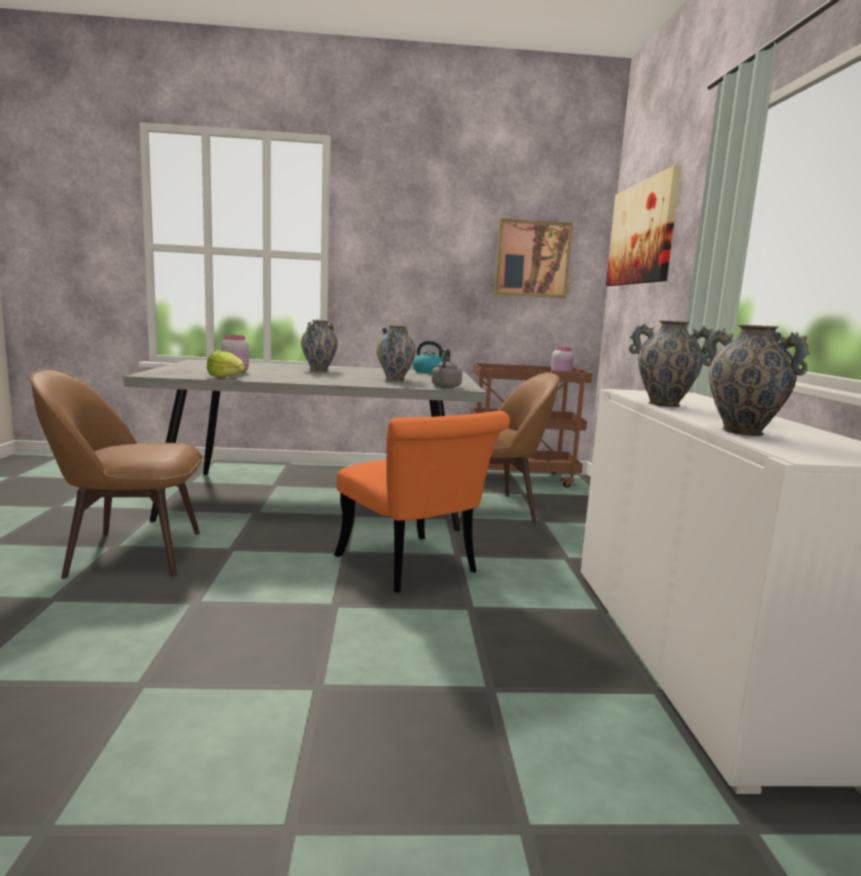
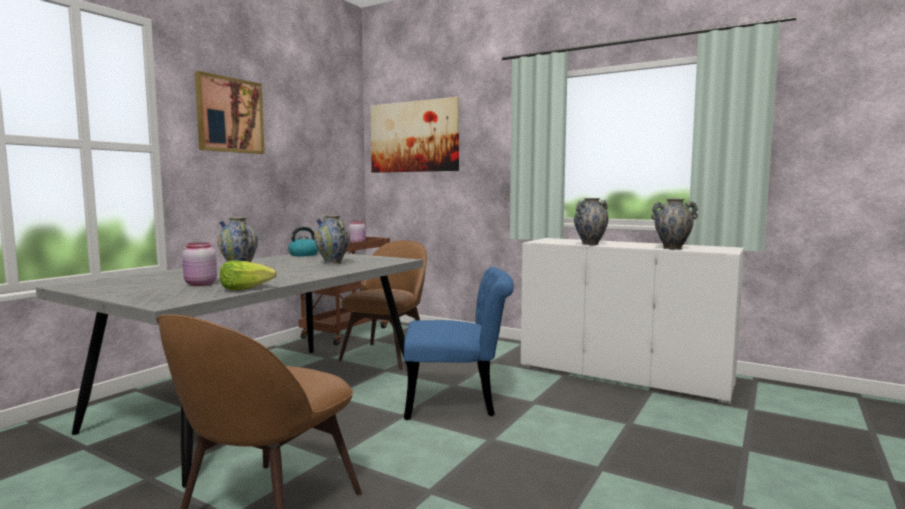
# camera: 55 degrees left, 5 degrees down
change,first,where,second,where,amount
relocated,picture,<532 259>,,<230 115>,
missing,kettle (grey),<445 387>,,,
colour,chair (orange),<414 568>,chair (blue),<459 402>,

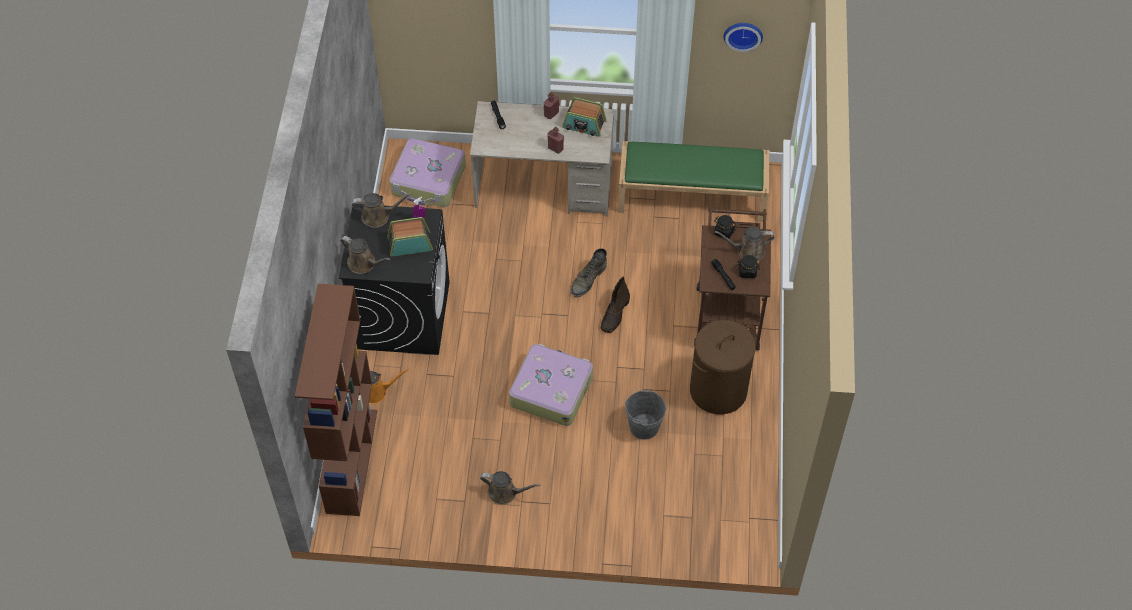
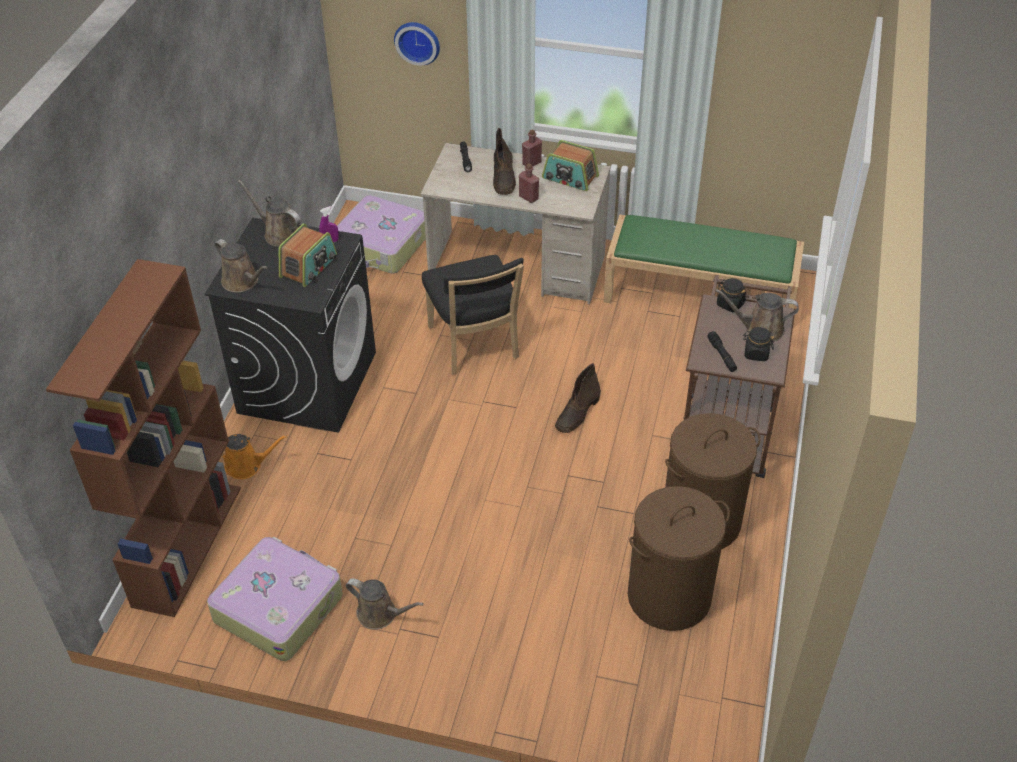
# camera: 10 degrees right, 10 degrees down
change,first,where,second,where,amount
relocated,wall clock,<743 34>,,<418 41>,
spun,watering can (brown),<378 216>,,<279 234>,150 degrees counterclockwise
spun,radio,<410 244>,,<309 267>,120 degrees clockwise
missing,boot (green),<588 279>,,,
relocated,suitcase,<551 390>,,<278 606>,
missing,bucket (grey),<644 426>,,,
appeared,,,boot (brown),<504 178>,
appeared,,,chair (black),<475 345>,
appeared,,,laundry basket (brown),<669 597>,

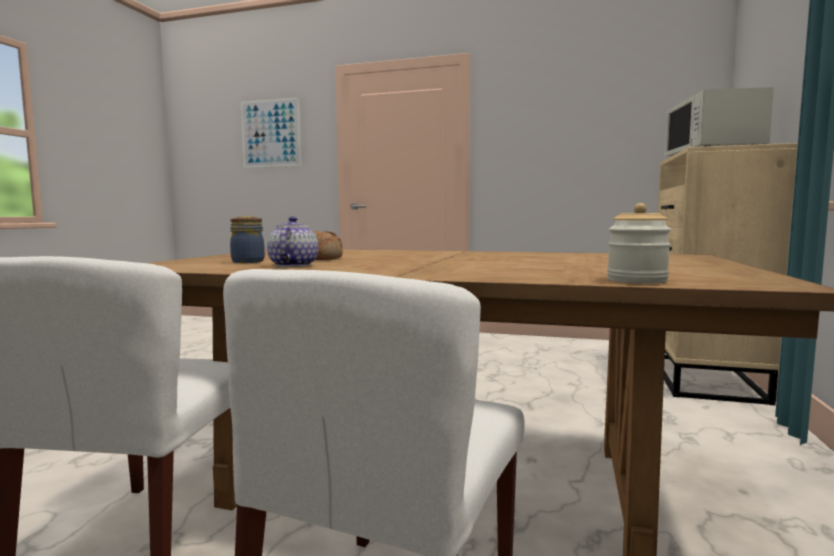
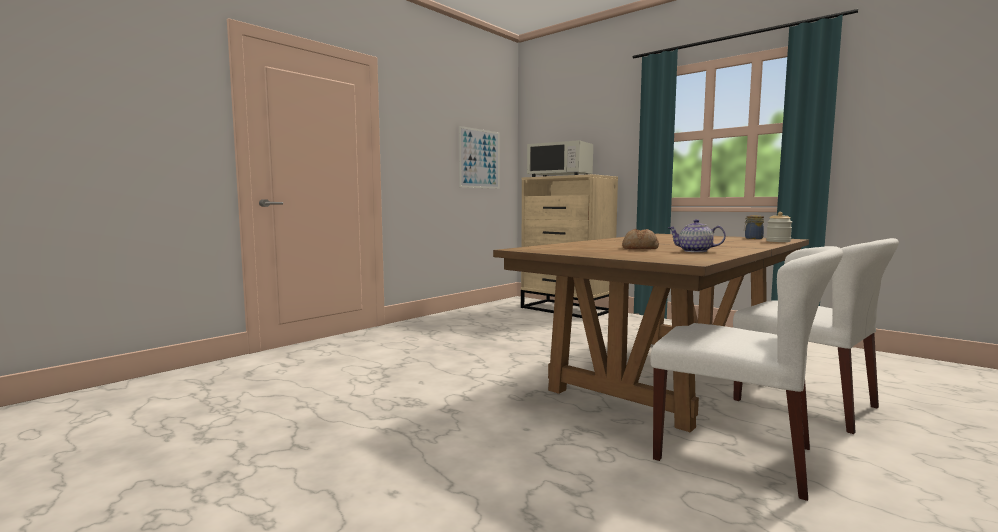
# camera: 65 degrees left, 0 degrees up
change,first,where,second,where,amount
relocated,picture,<271 133>,,<479 158>,
relocated,jar,<247 261>,,<752 238>,

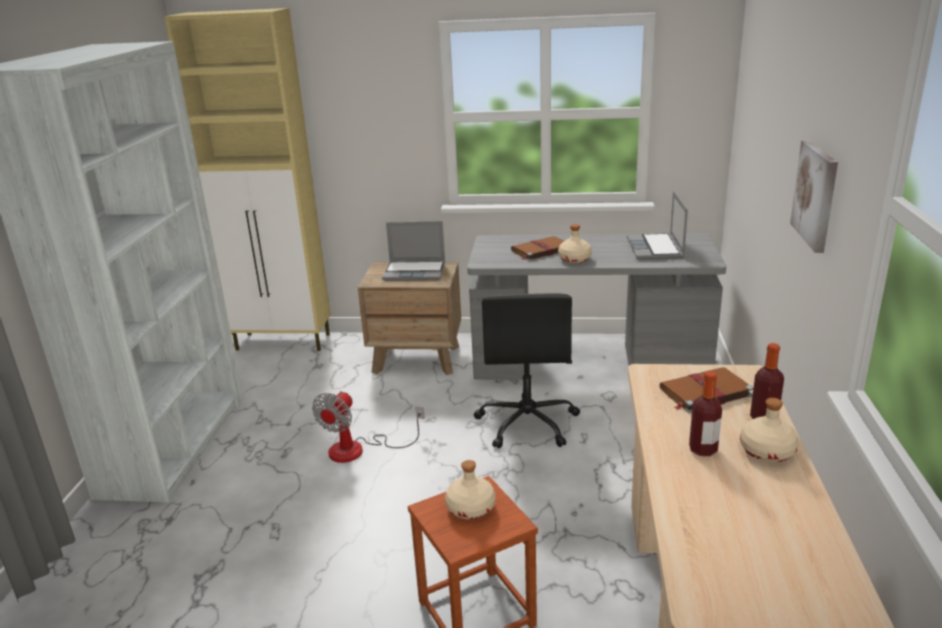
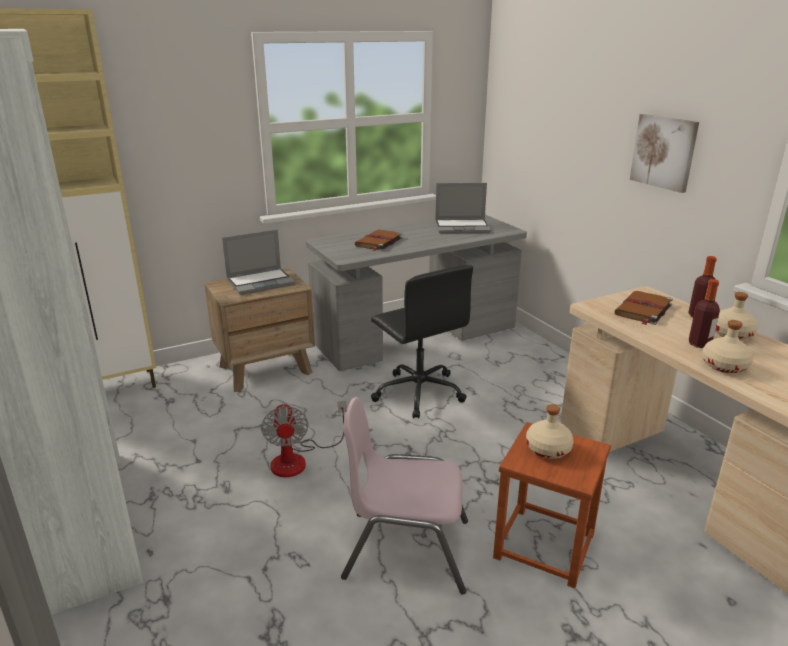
# camera: 35 degrees left, 0 degrees up
change,first,where,second,where,amount
spun,laptop,<656 248>,,<462 227>,60 degrees counterclockwise
relocated,bottle (beige),<574 259>,,<724 366>,
appeared,,,chair (pink),<406 549>,

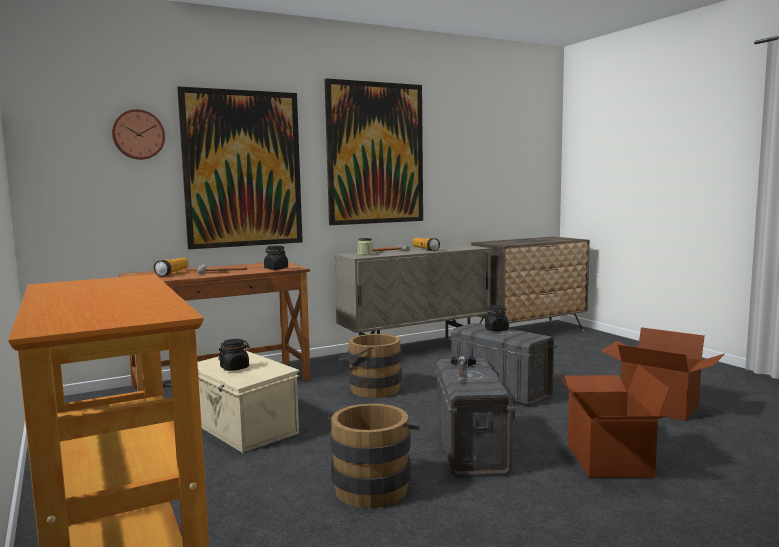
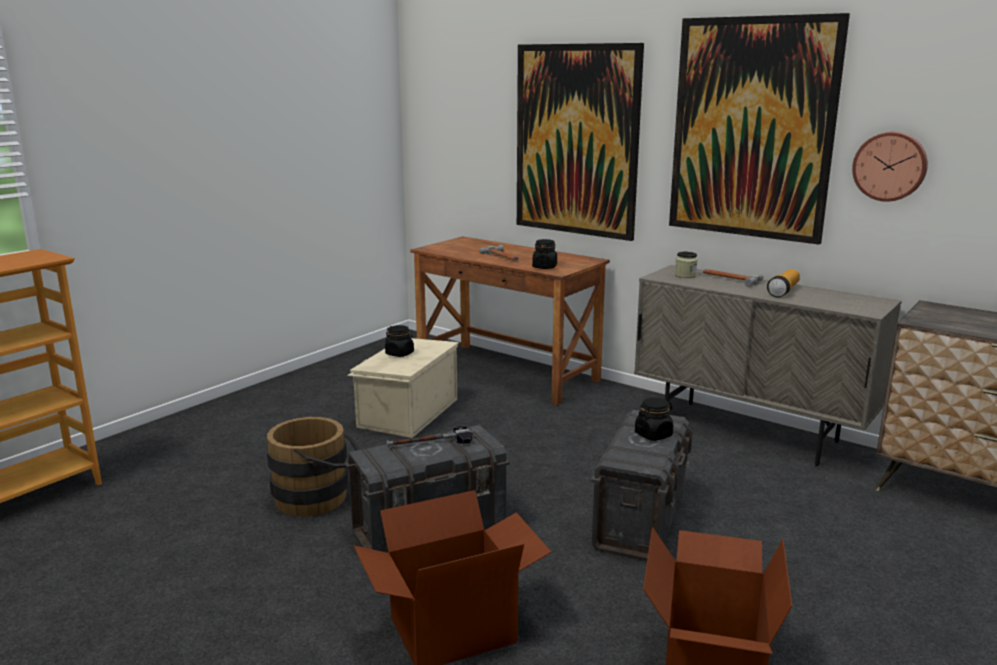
# camera: 65 degrees right, 10 degrees up
change,first,where,second,where,amount
relocated,wall clock,<138 134>,,<890 166>,
missing,flashlight,<172 273>,,,
missing,bucket (brown),<370 389>,,,

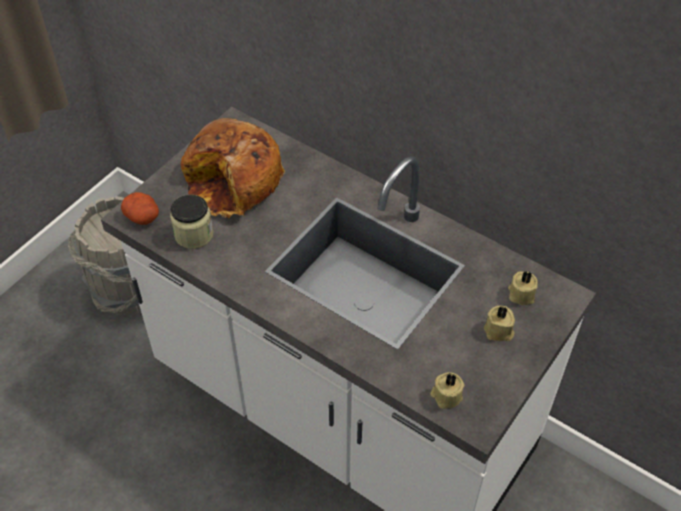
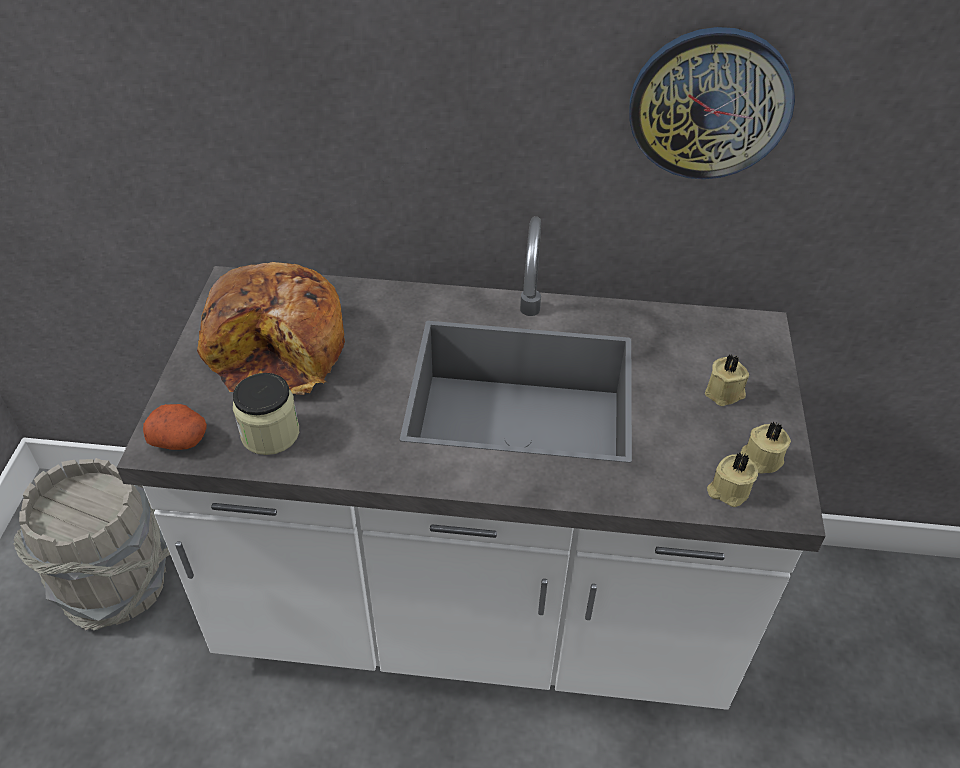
# camera: 30 degrees left, 5 degrees down
change,first,where,second,where,amount
relocated,candle (beige),<521 294>,,<761 459>,
appeared,,,wall clock,<709 104>,

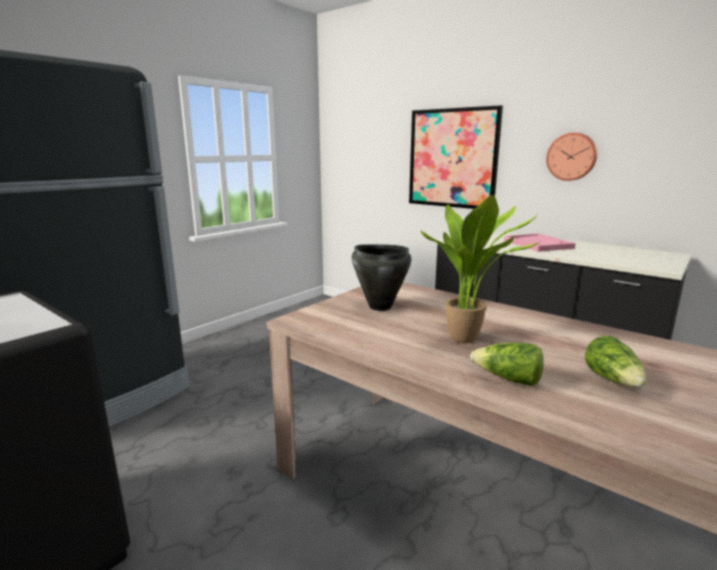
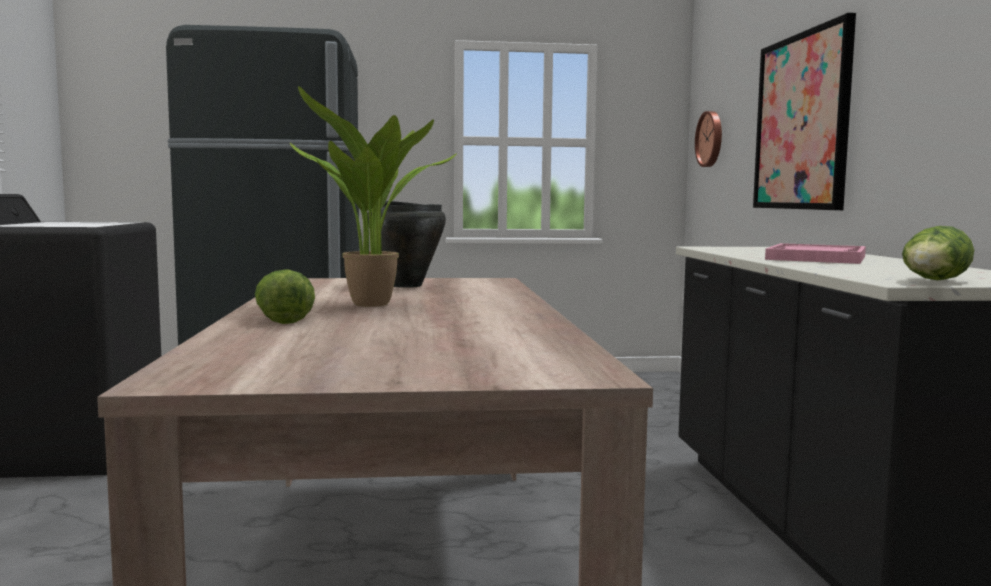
# camera: 45 degrees right, 10 degrees down
change,first,where,second,where,amount
relocated,wall clock,<571 156>,,<711 139>,
relocated,lettuce,<613 381>,,<934 281>,

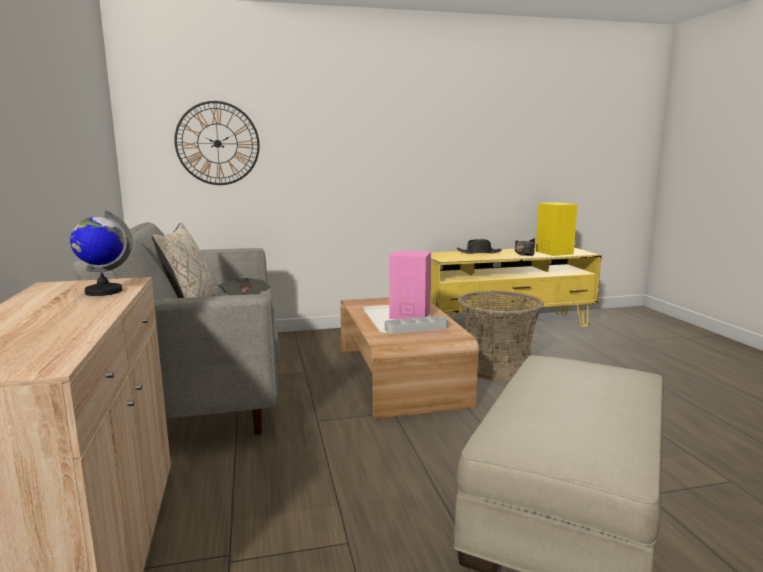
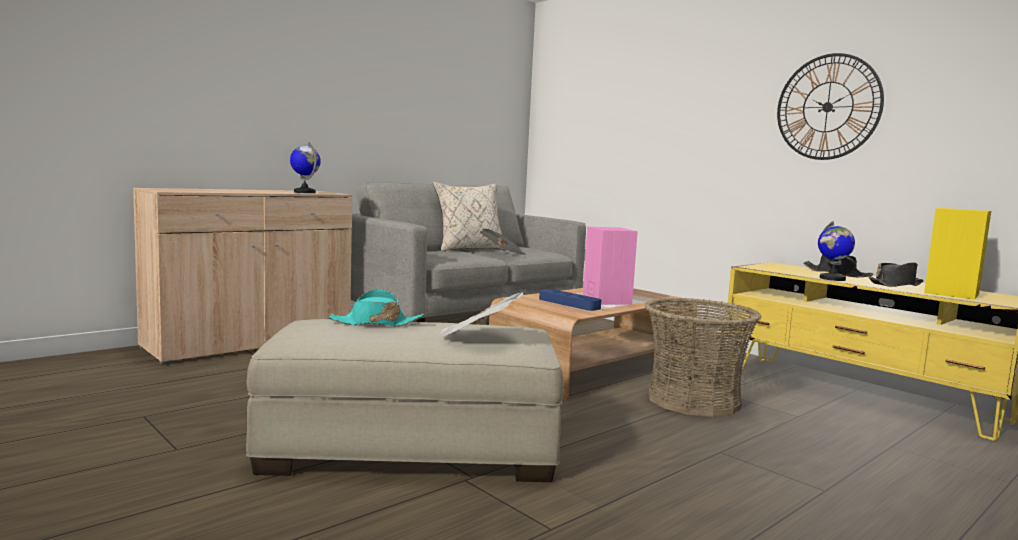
# camera: 60 degrees right, 5 degrees down
change,first,where,second,where,amount
relocated,wall clock,<217 143>,,<827 107>,
colour,tray (grey),<416 328>,tray (blue),<569 303>,
appeared,,,globe,<832 279>,
appeared,,,hat (turquoise),<375 323>,
appeared,,,newspaper,<477 337>,

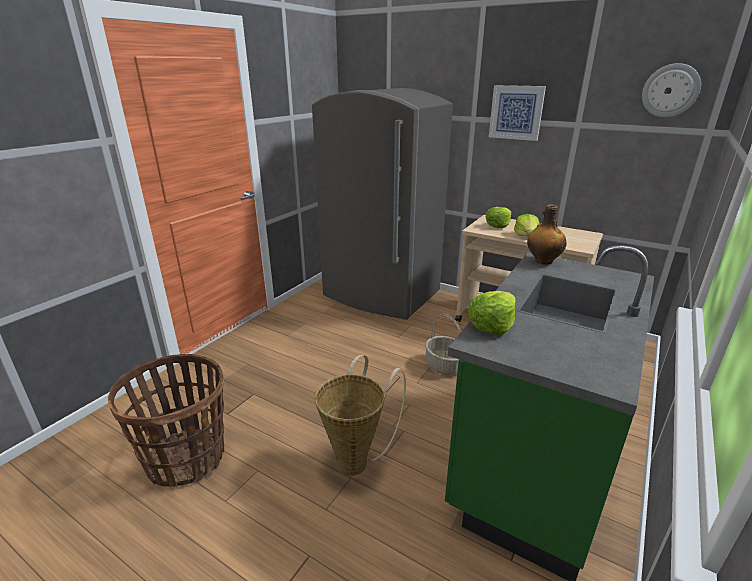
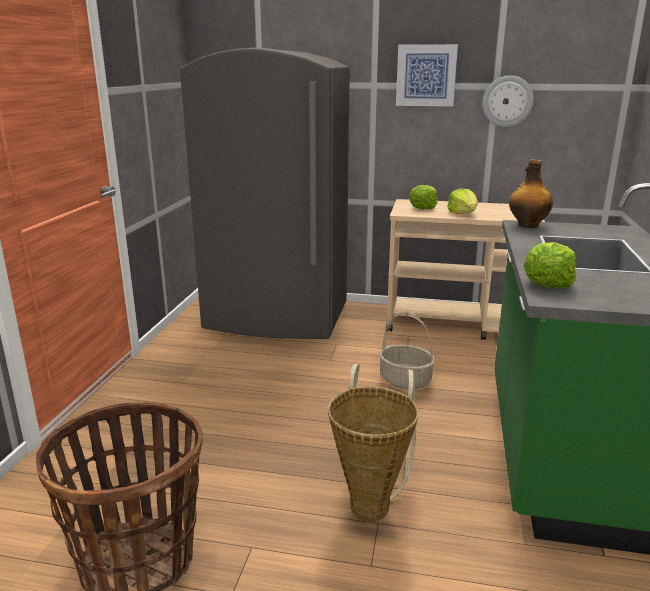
# camera: 20 degrees left, 5 degrees down
change,first,where,second,where,amount
relocated,wall clock,<670 90>,,<507 101>,

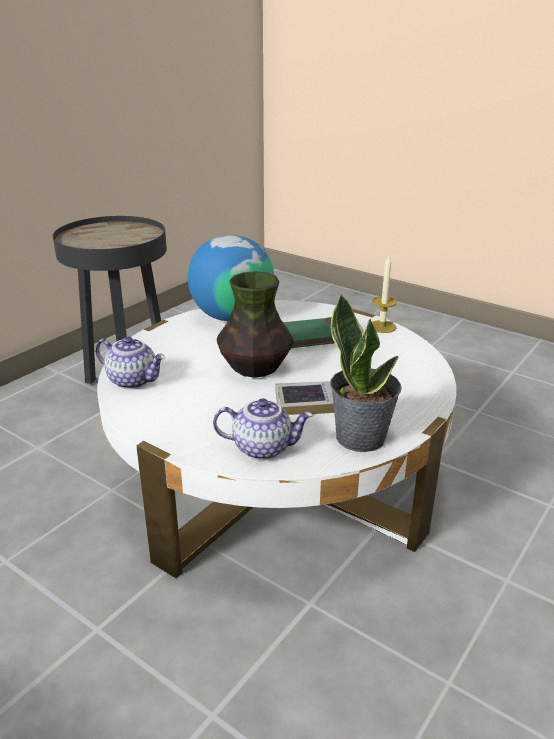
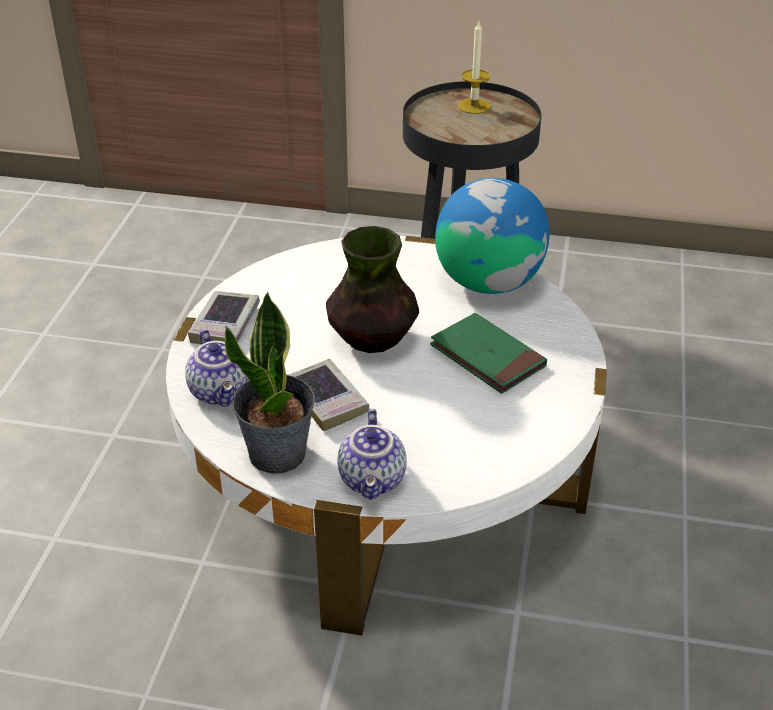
# camera: 65 degrees right, 10 degrees up
change,first,where,second,where,amount
relocated,candle,<382 326>,,<474 106>,
relocated,teapot,<134 380>,,<374 480>,
appeared,,,book,<225 324>,

